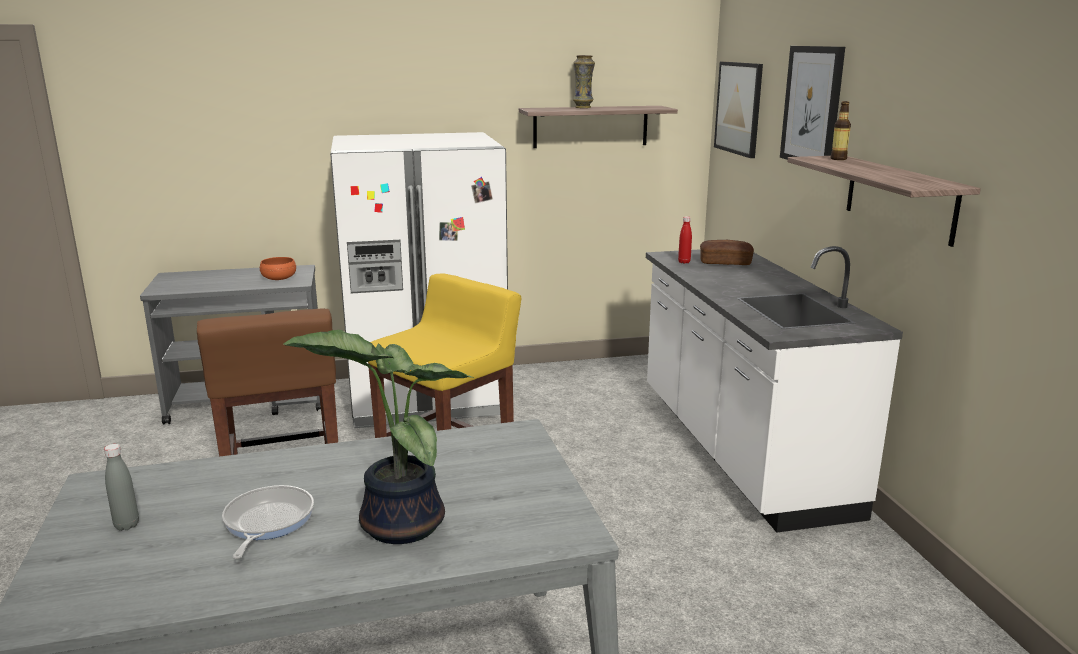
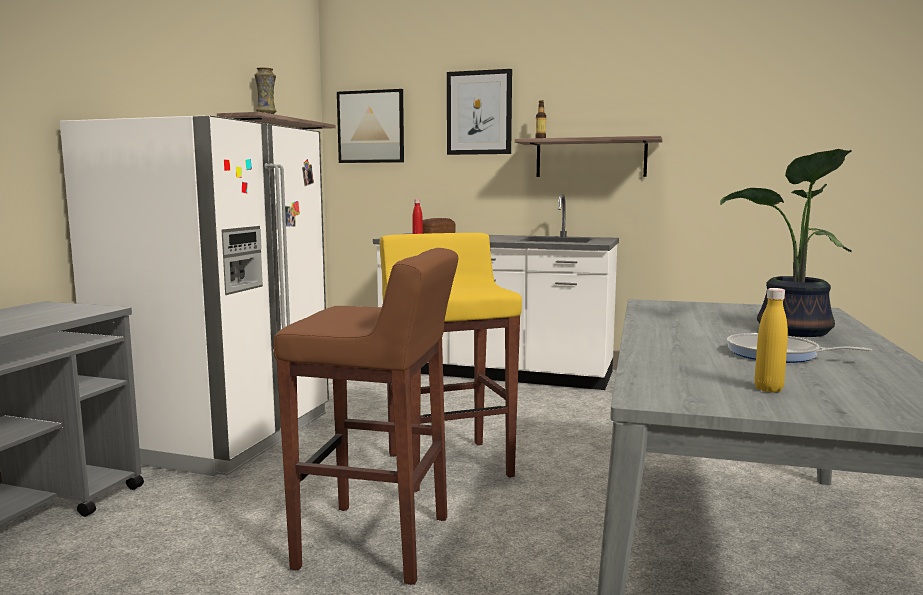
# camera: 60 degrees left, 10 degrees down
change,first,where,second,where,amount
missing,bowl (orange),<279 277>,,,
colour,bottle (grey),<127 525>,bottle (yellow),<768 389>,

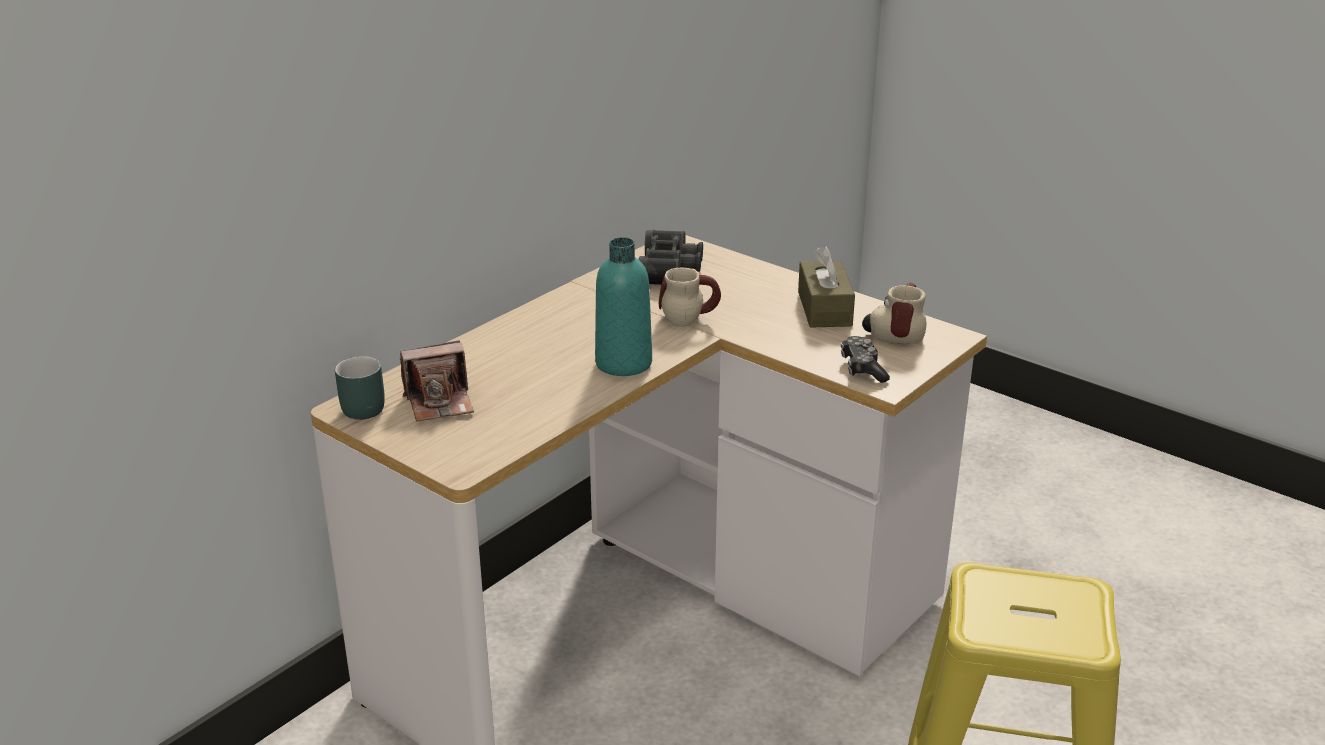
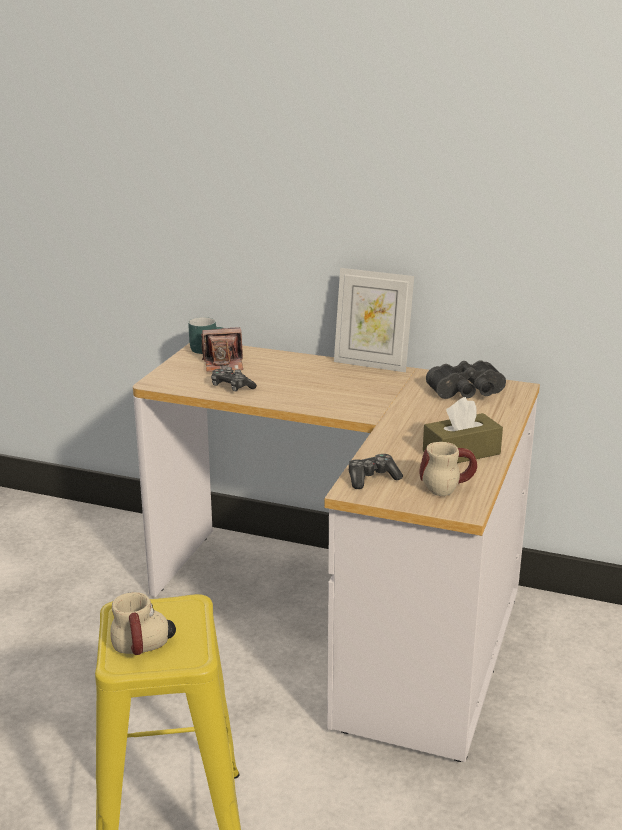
# camera: 70 degrees right, 5 degrees down
change,first,where,second,where,amount
missing,bottle (turquoise),<623 363>,,,
relocated,mug,<689 315>,,<145 648>,
spun,photo camera,<440 402>,,<224 364>,60 degrees counterclockwise
appeared,,,picture frame,<371 364>,
appeared,,,game controller,<231 387>,

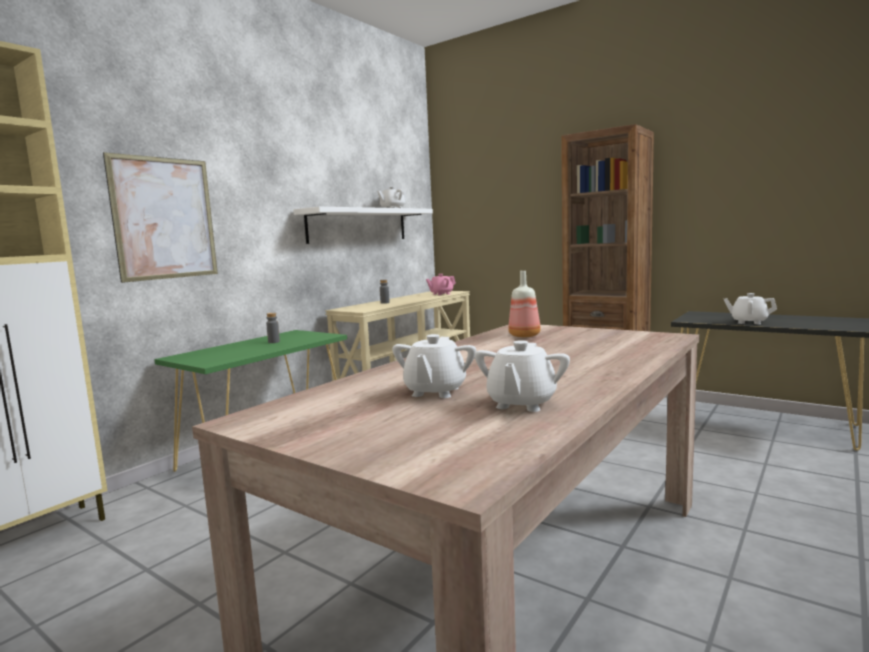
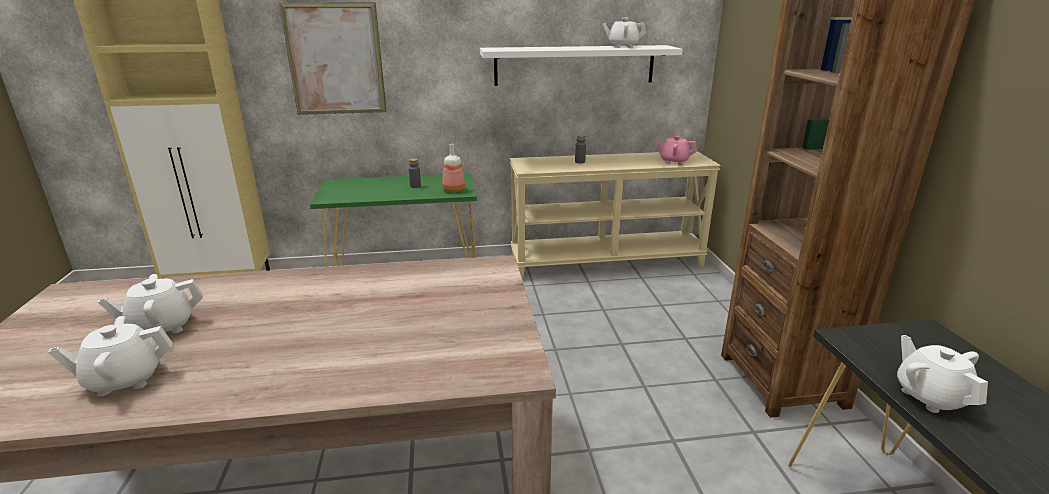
# camera: 45 degrees right, 15 degrees up
change,first,where,second,where,amount
relocated,bottle,<525 335>,,<454 190>,

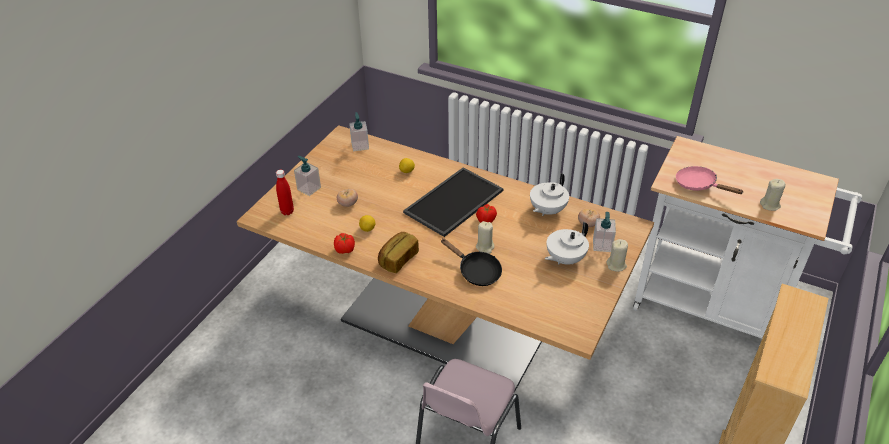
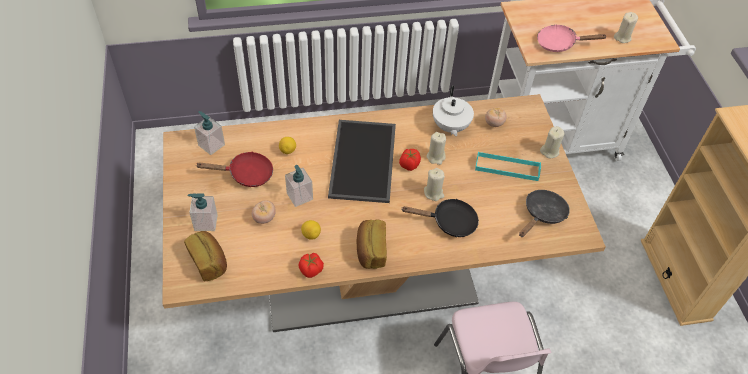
# camera: 40 degrees left, 10 degrees up
change,first,where,second,where,amount
exchanged,bottle (red),<287 211>,bread,<209 261>,
relocated,soap dispenser,<602 245>,,<300 196>,
exchanged,teapot (white),<564 259>,tray (turquoise),<507 168>,
appeared,,,candle (beige),<436 157>,
appeared,,,frying pan (red),<246 174>,
appeared,,,frying pan (black),<542 214>,

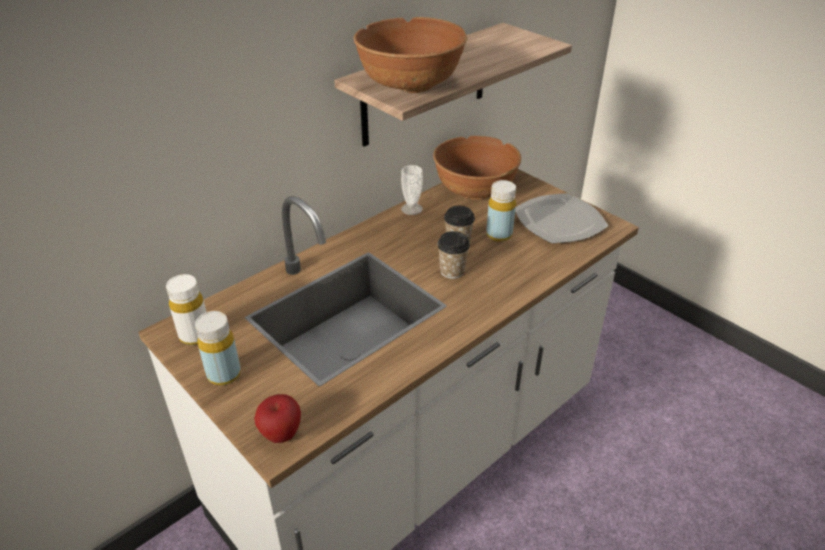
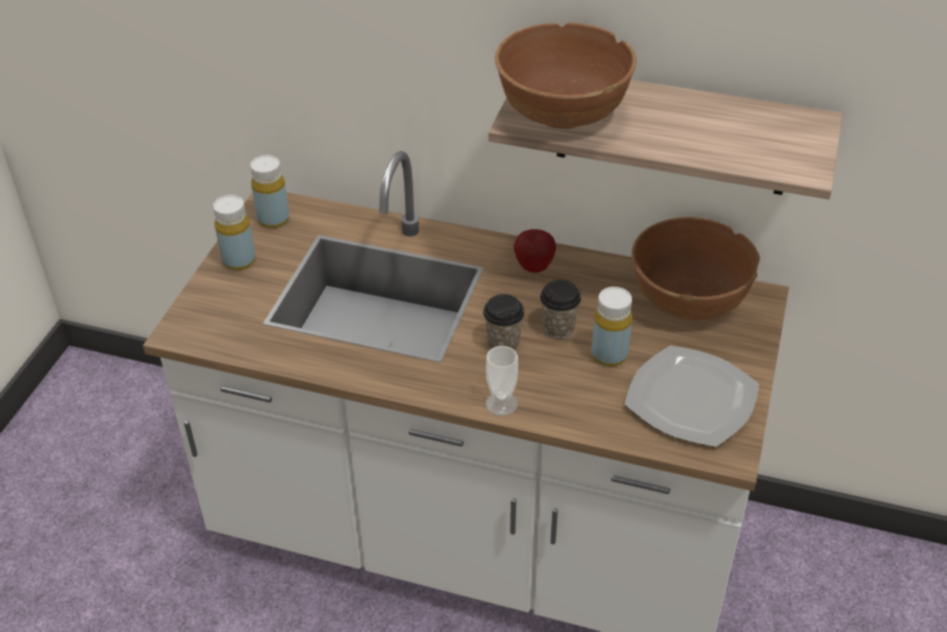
# camera: 60 degrees right, 5 degrees up
change,first,where,second,where,amount
relocated,cup,<412 209>,,<501 404>,
colour,bottle (white),<195 335>,bottle (yellow),<273 219>,
relocated,apple,<281 434>,,<534 267>,

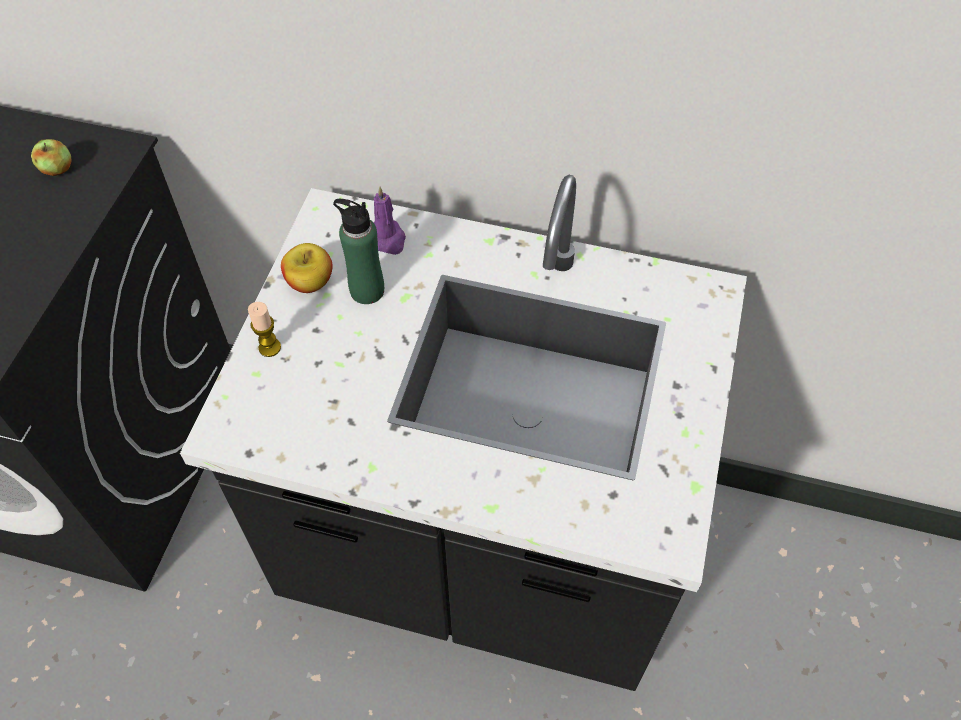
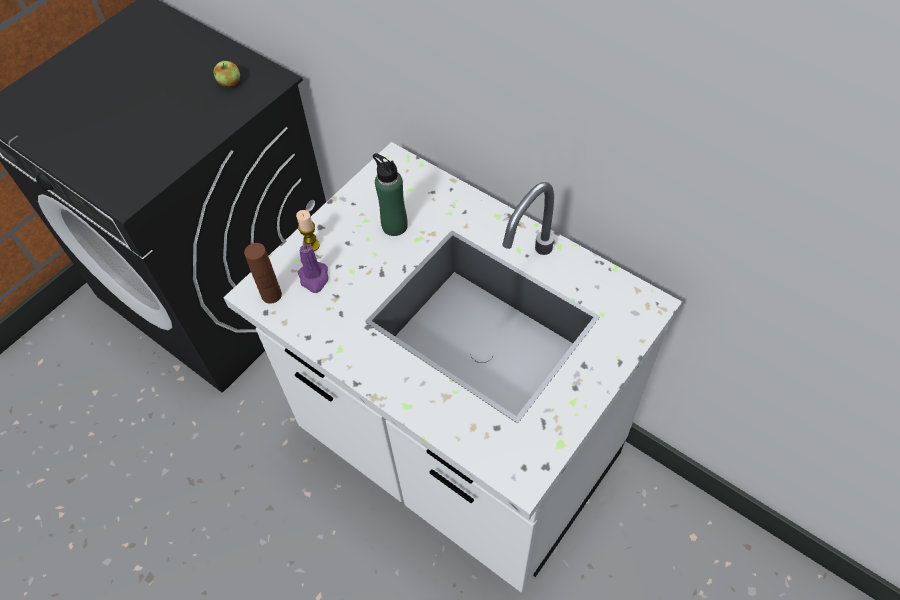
# camera: 25 degrees right, 0 degrees up
change,first,where,second,where,amount
colour,counter (black),<480 551>,counter (white),<458 449>,
relocated,candle (purple),<387 239>,,<314 278>,
missing,apple,<310 282>,,,
appeared,,,bottle (brown),<271 295>,

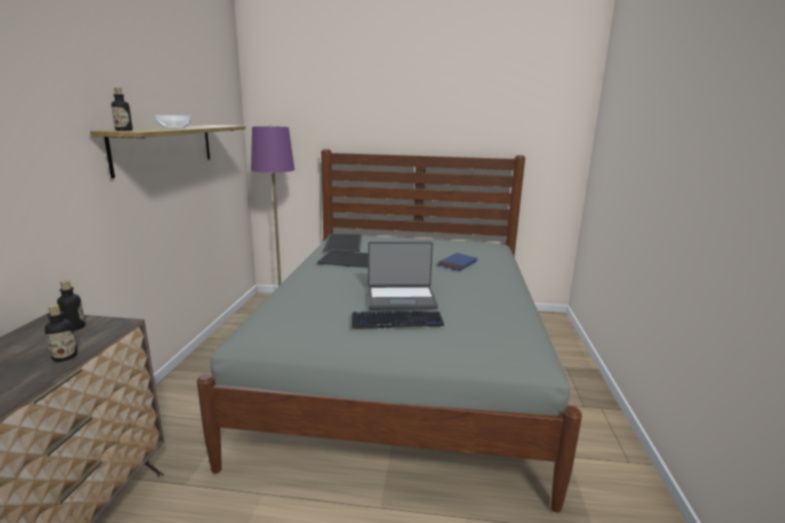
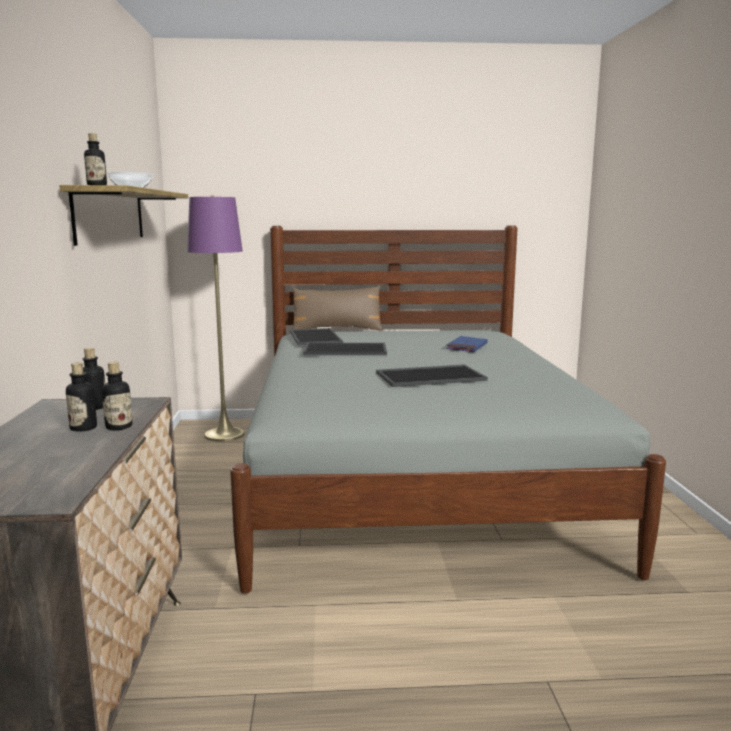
# camera: 10 degrees left, 5 degrees down
change,first,where,second,where,amount
exchanged,laptop,<401 299>,tray,<431 376>,
missing,keyboard,<397 321>,,,
appeared,,,pillow (brown),<337 330>,
appeared,,,bottle,<83 428>,

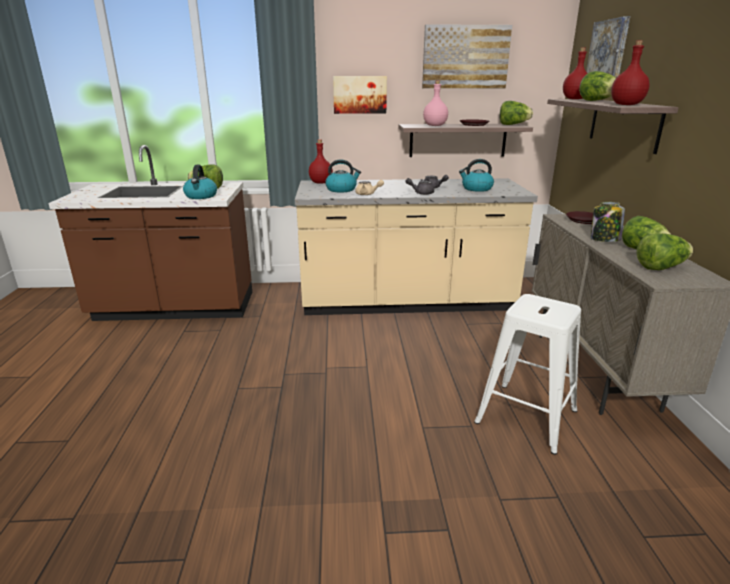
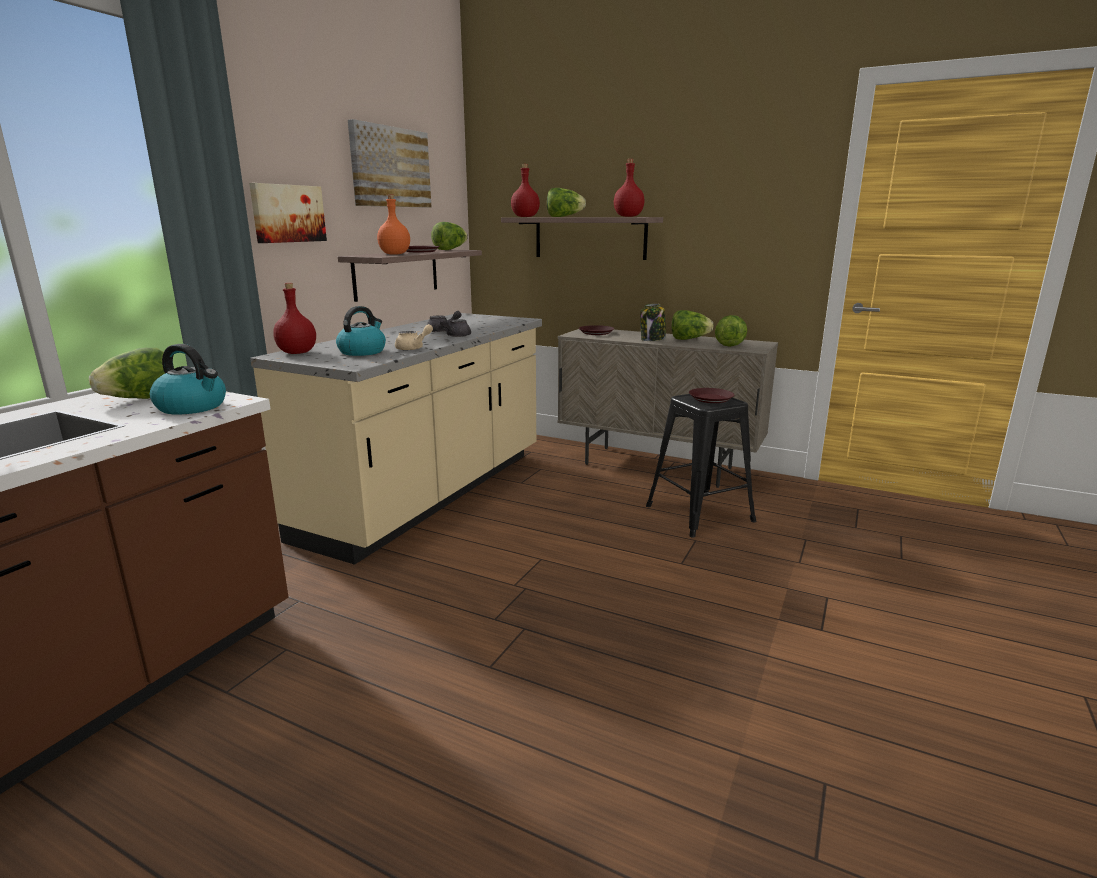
# camera: 60 degrees left, 5 degrees down
change,first,where,second,where,amount
missing,picture,<609 51>,,,
colour,bottle (pink),<435 125>,bottle (orange),<395 254>,
missing,kettle,<476 189>,,,
colour,stool (white),<527 417>,stool (black),<701 513>,
appeared,,,plate (brown),<711 399>,

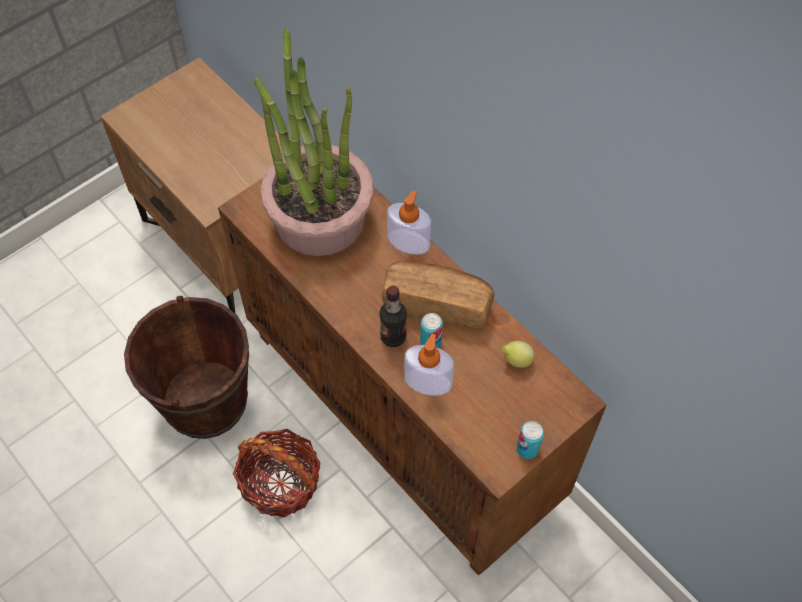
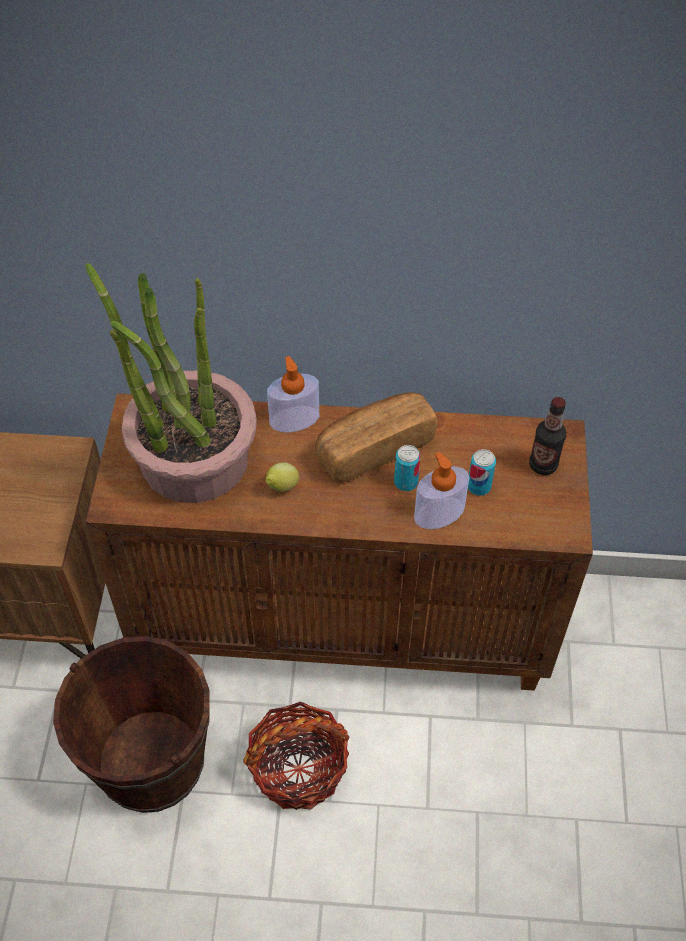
# camera: 45 degrees left, 5 degrees down
change,first,where,second,where,amount
relocated,bottle,<393 337>,,<543 465>,
relocated,lemon,<516 361>,,<281 487>,
relocated,can,<527 449>,,<479 486>,

